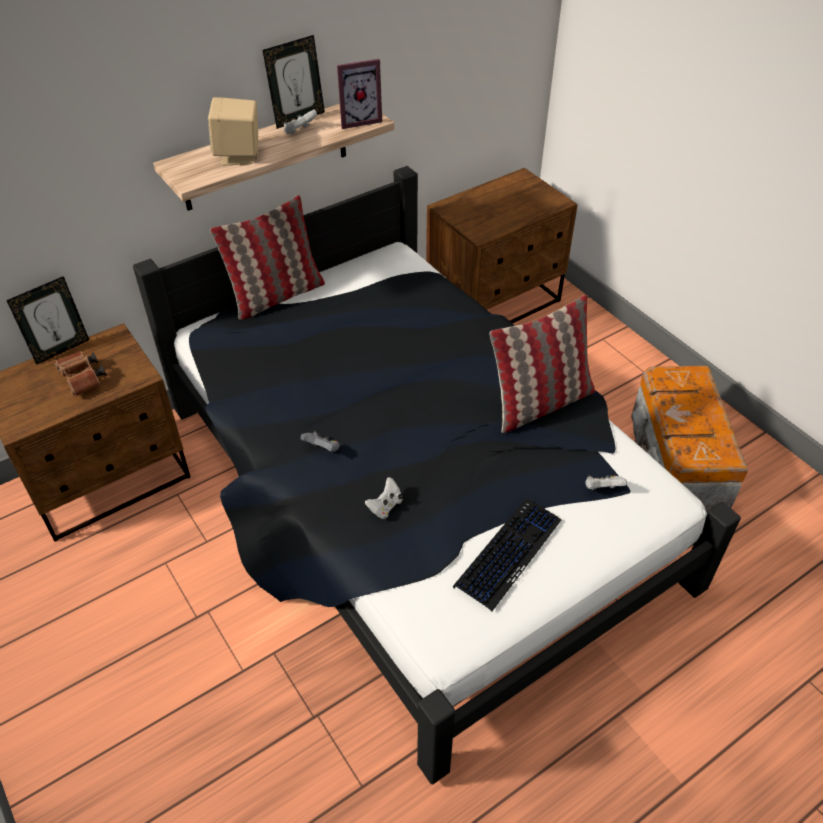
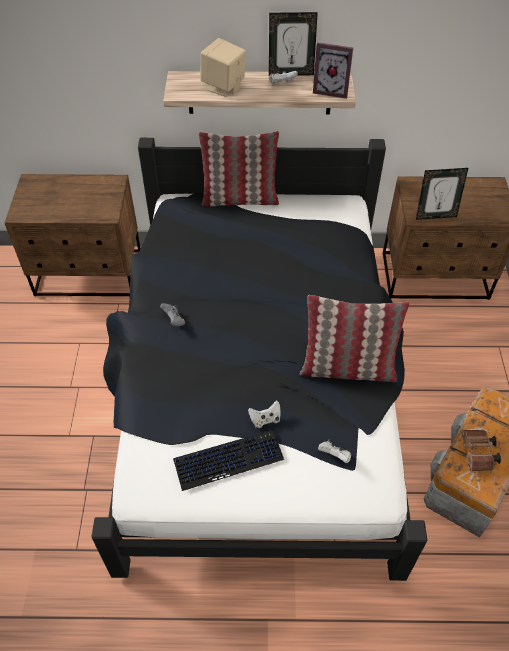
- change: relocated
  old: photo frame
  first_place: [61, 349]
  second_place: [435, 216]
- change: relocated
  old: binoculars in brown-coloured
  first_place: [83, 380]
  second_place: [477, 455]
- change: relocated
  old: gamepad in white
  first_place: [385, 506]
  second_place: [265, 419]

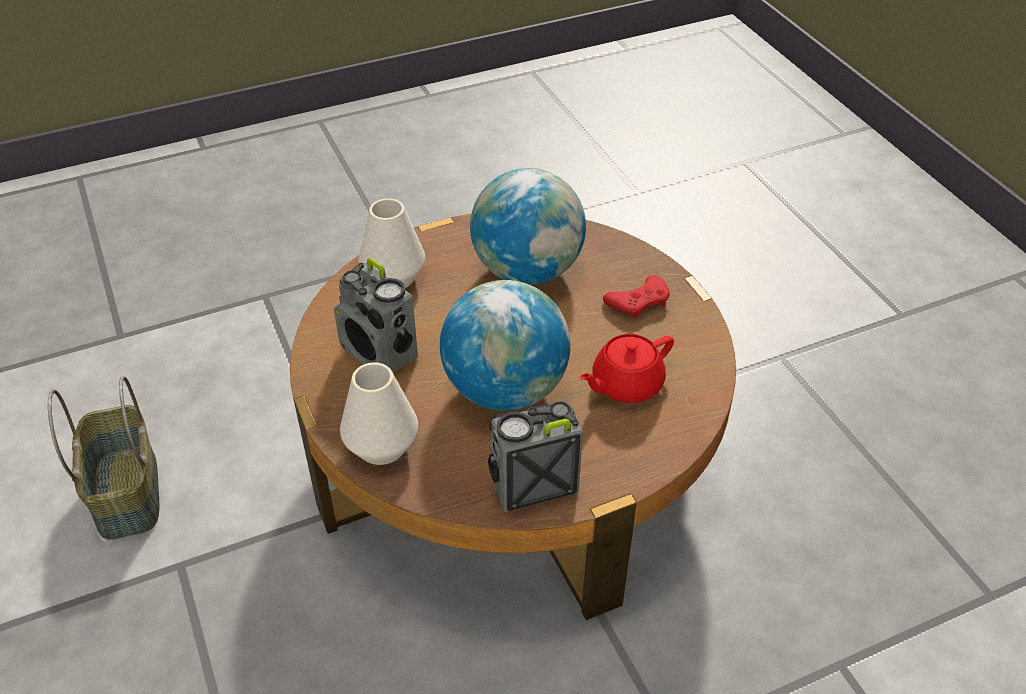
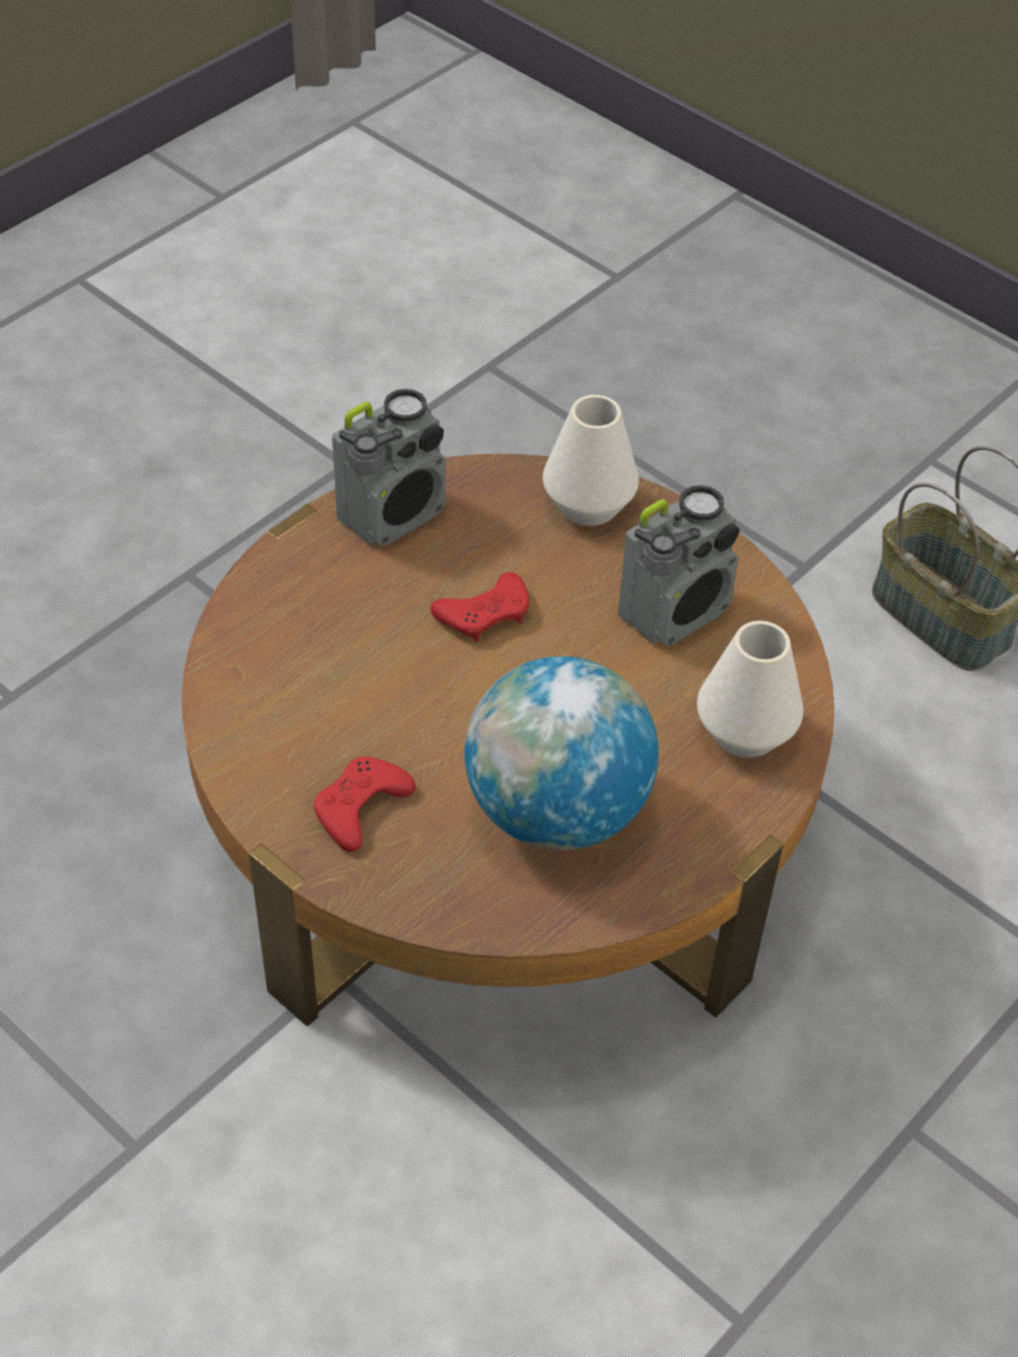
- change: spun
  old: radio receiver
  first_place: [379, 353]
  second_place: [675, 611]
  degrees: 120
- change: exchanged
  old: desk globe
  new: gamepad in reddish
  first_place: [505, 389]
  second_place: [485, 613]
- change: missing
  old: tea pot in reddish
  first_place: [625, 384]

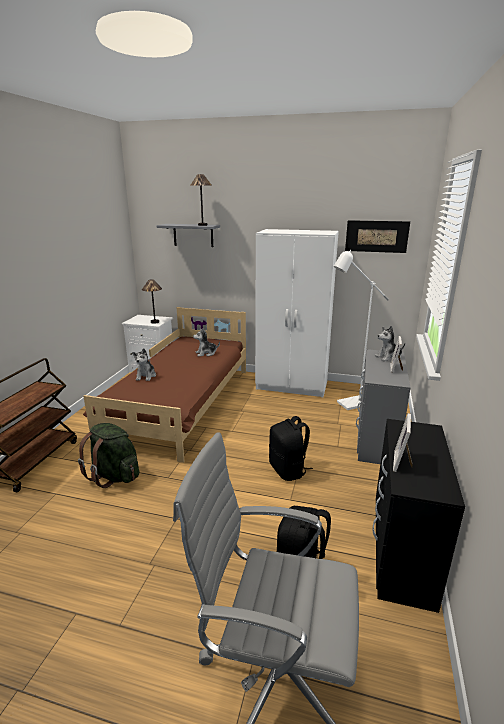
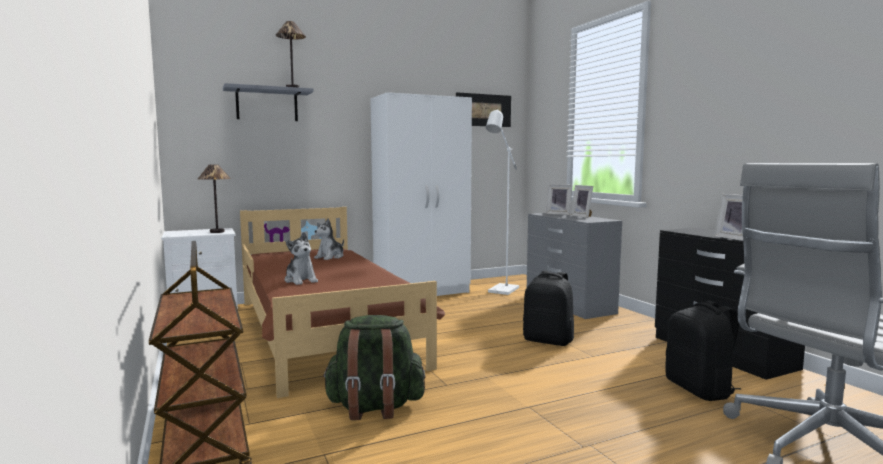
- change: exchanged
  old: soft toy
  new: photo frame
  first_place: [389, 357]
  second_place: [559, 214]

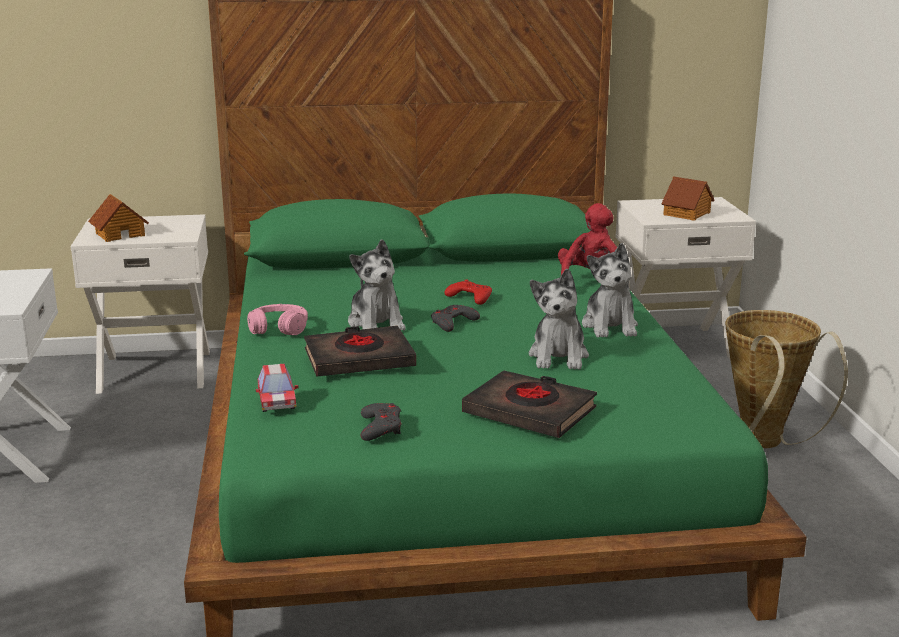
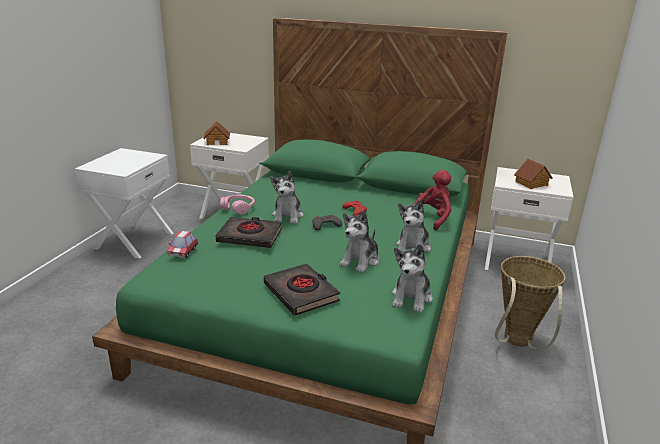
- change: missing
  old: gamepad in grey
  first_place: [380, 427]
- change: appeared
  new: soft toy
  second_place: [411, 298]

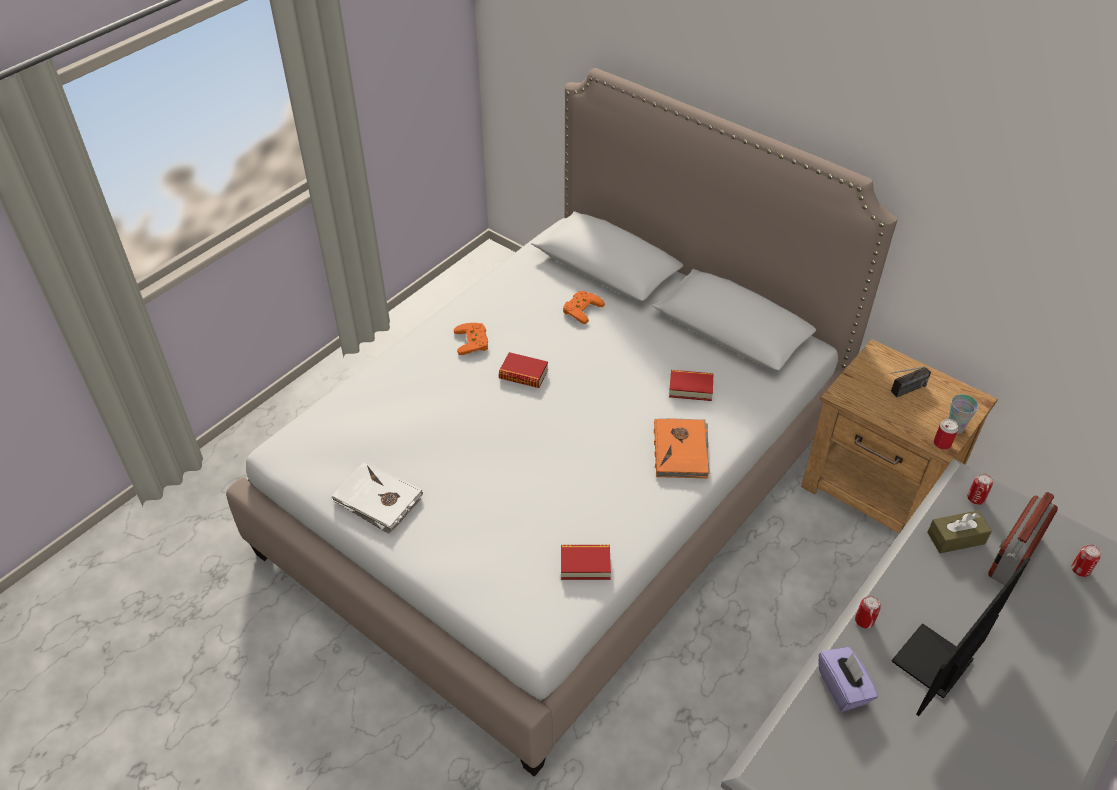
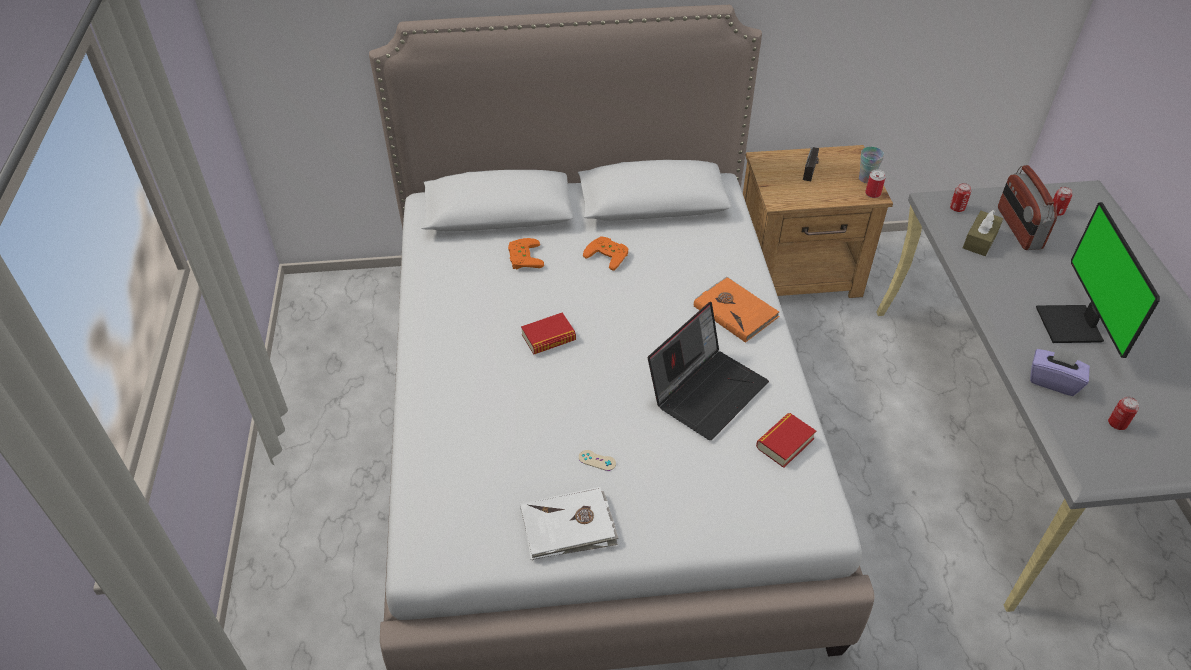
- change: relocated
  old: gamepad in orange-coloured
  first_place: [474, 341]
  second_place: [608, 254]
- change: missing
  old: bound book
  first_place: [690, 388]
- change: relocated
  old: can
  first_place: [864, 621]
  second_place: [1117, 424]
- change: appeared
  new: laptop
  second_place: [707, 390]
- change: appeared
  new: gamepad in beige
  second_place: [597, 460]

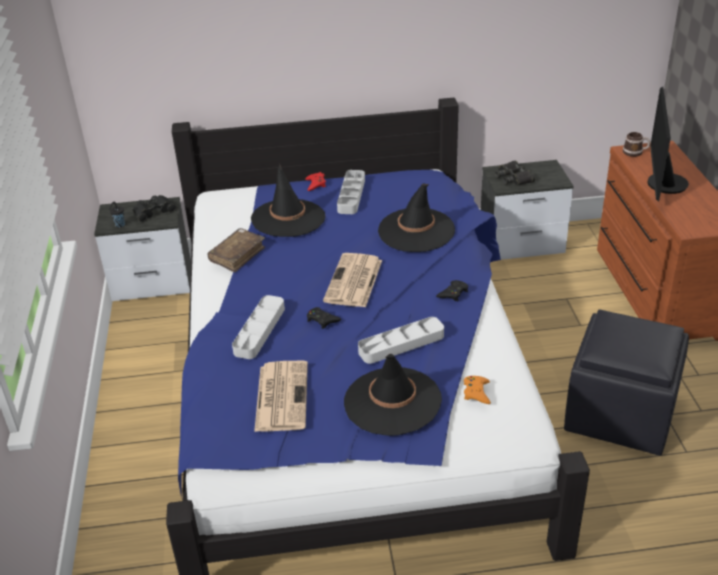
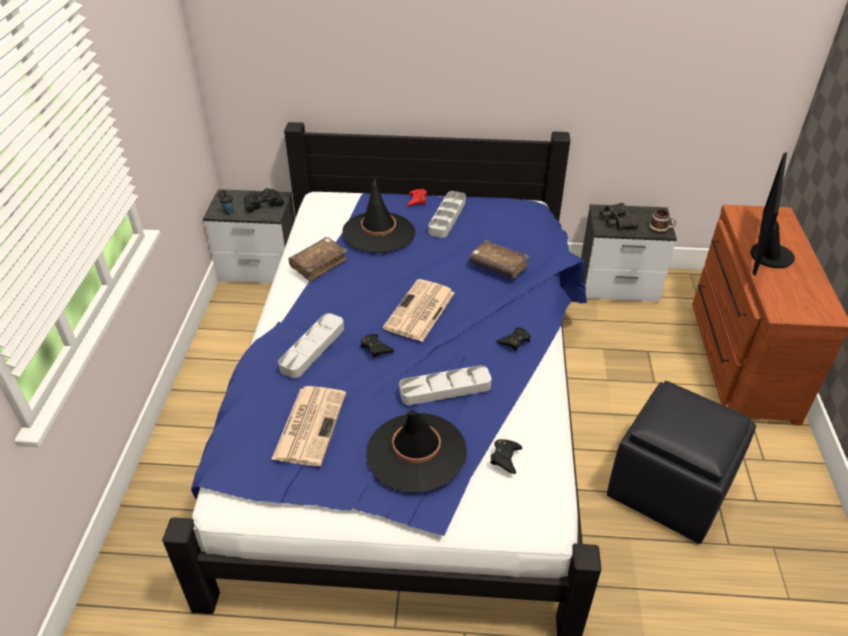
- change: relocated
  old: mug
  first_place: [635, 152]
  second_place: [661, 229]
- change: exchanged
  old: wearable hat in black-coloured
  new: bound book in brown-coloured
  first_place: [416, 231]
  second_place: [498, 266]
- change: colour
  old: gamepad in orange-coloured
  new: gamepad in black-coloured
  first_place: [476, 392]
  second_place: [505, 458]

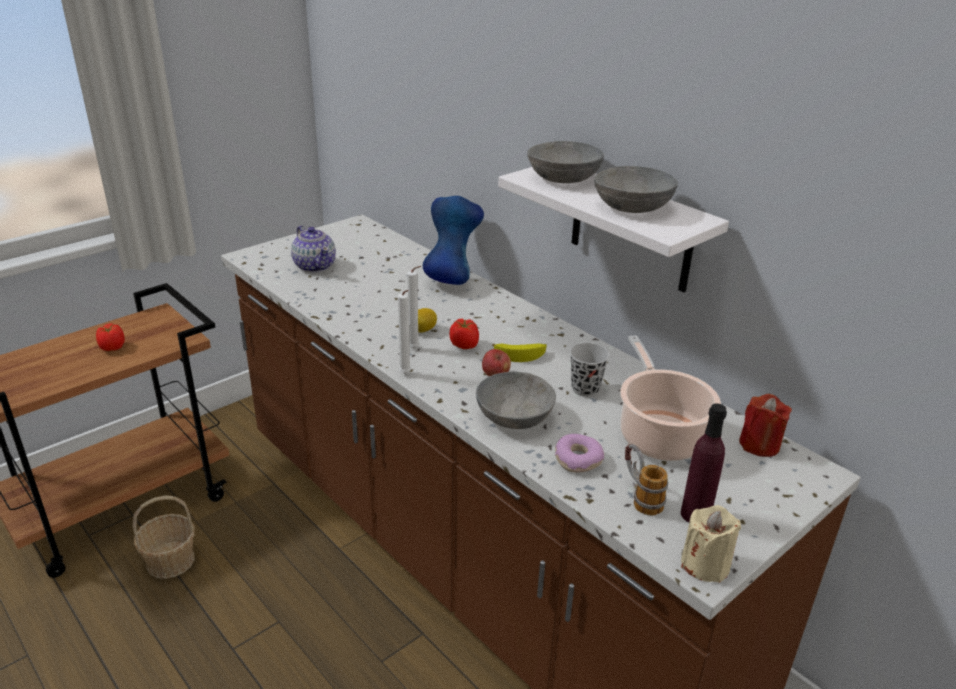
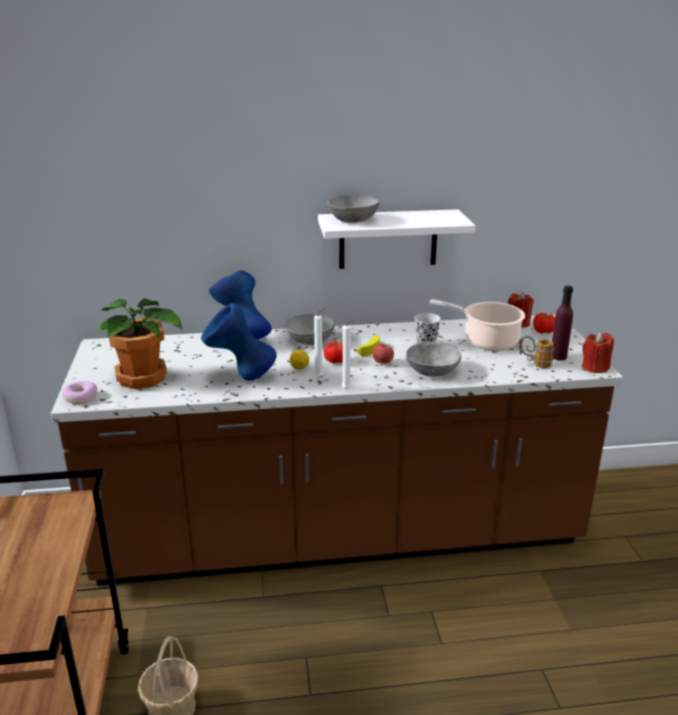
- change: relocated
  old: serving bowl in grey
  first_place: [633, 207]
  second_place: [311, 340]
- change: exchanged
  old: tea pot
  new: houseplant
  first_place: [315, 266]
  second_place: [143, 379]
- change: relocated
  old: whole tomato
  first_place: [112, 347]
  second_place: [543, 332]
- change: relocated
  old: doughnut
  first_place: [578, 459]
  second_place: [80, 397]
- change: colour
  old: wax candle in beige
  new: wax candle in reddish
  first_place: [705, 564]
  second_place: [595, 367]
- change: appeared
  new: decorative vase in bluish
  second_place: [240, 378]

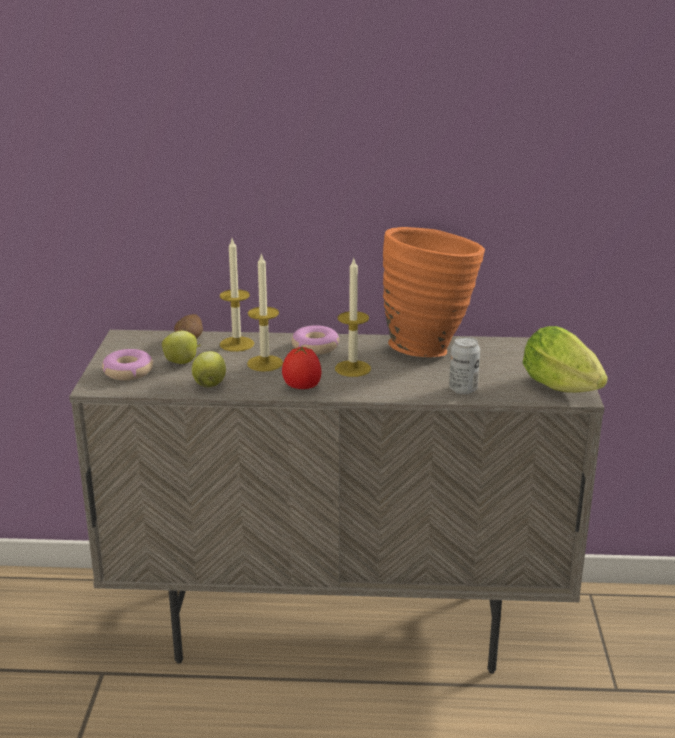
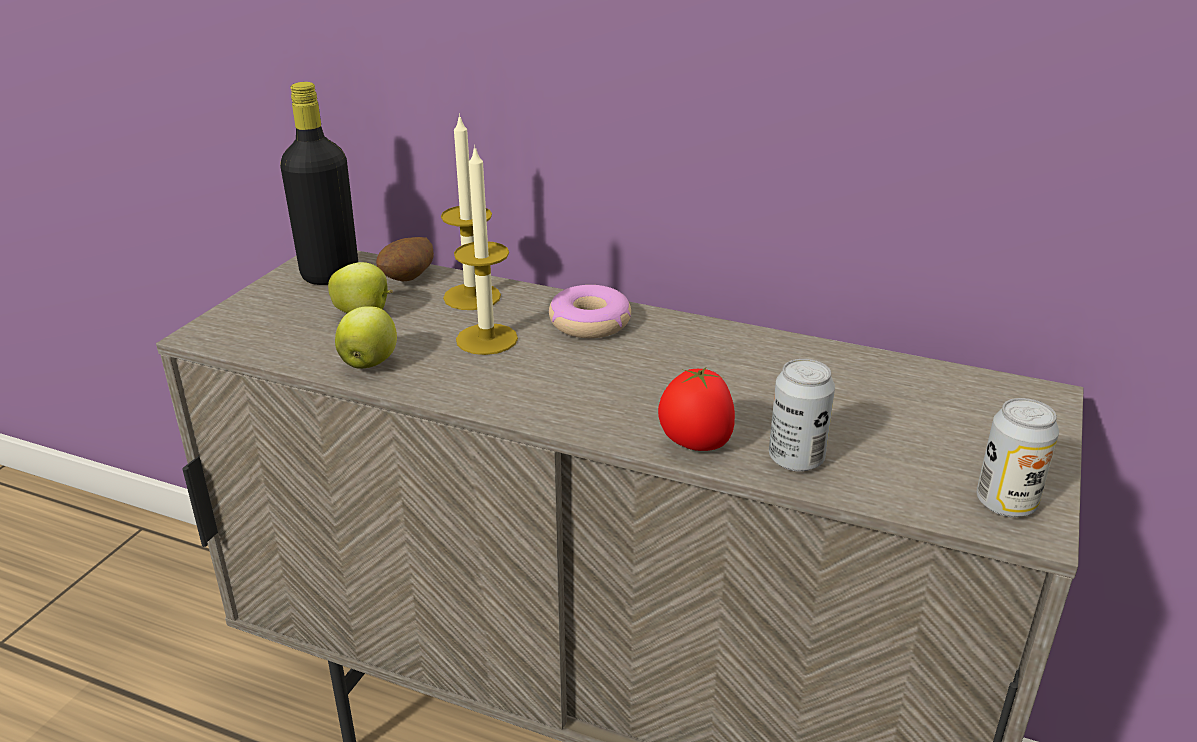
- change: missing
  old: decorative vase in orange-coloured
  first_place: [429, 347]
- change: missing
  old: wax candle
  first_place: [352, 368]
- change: exchanged
  old: lettuce
  new: can
  first_place: [565, 390]
  second_place: [1006, 503]
- change: relocated
  old: whole tomato
  first_place: [302, 388]
  second_place: [694, 445]
- change: missing
  old: doughnut
  first_place: [128, 372]
- change: appeared
  new: beverage bottle in black-coloured
  second_place: [330, 275]

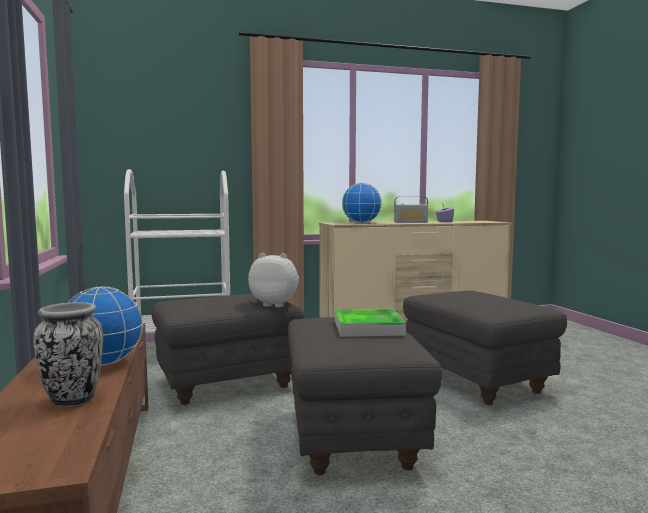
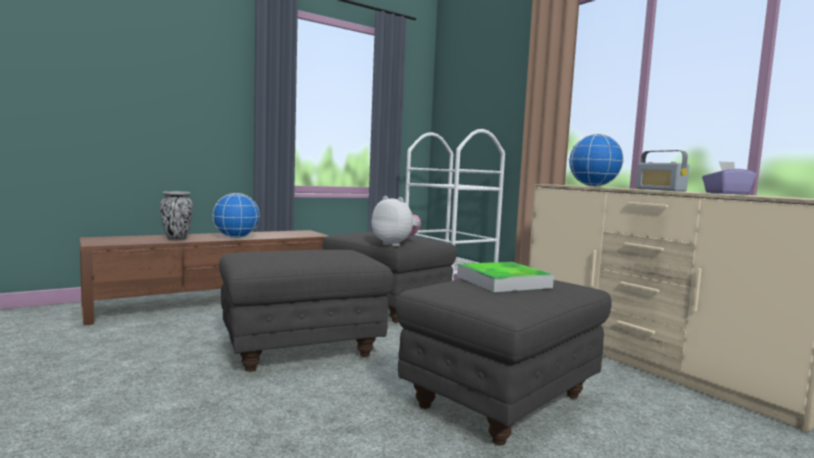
- change: spun
  old: soft toy
  first_place: [275, 304]
  second_place: [395, 244]
  degrees: -45
- change: relocated
  old: carrying tray
  first_place: [368, 327]
  second_place: [503, 282]

